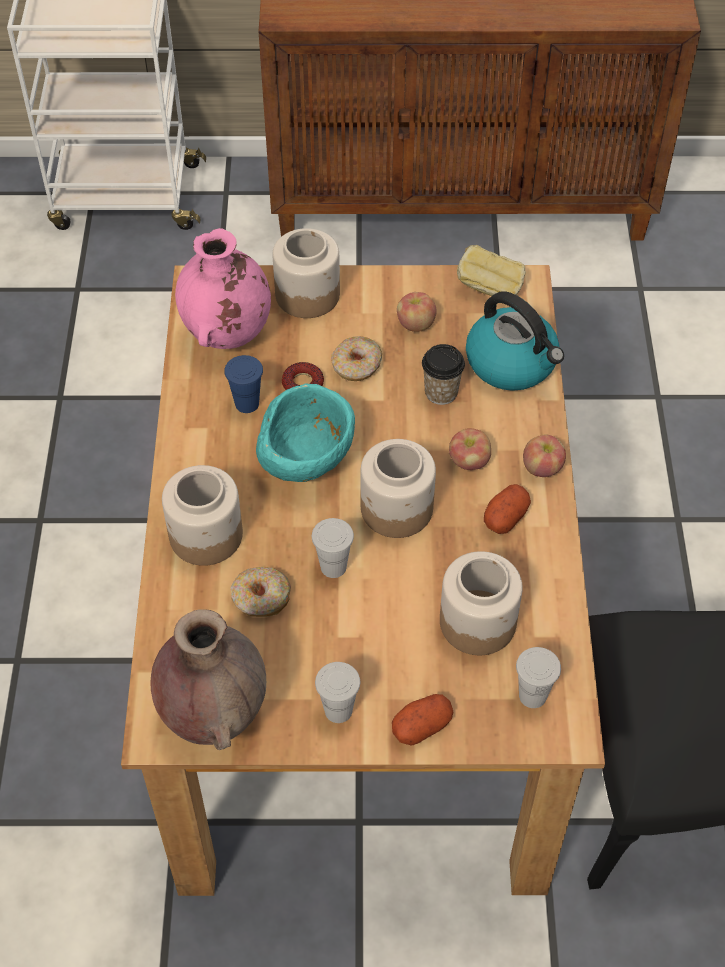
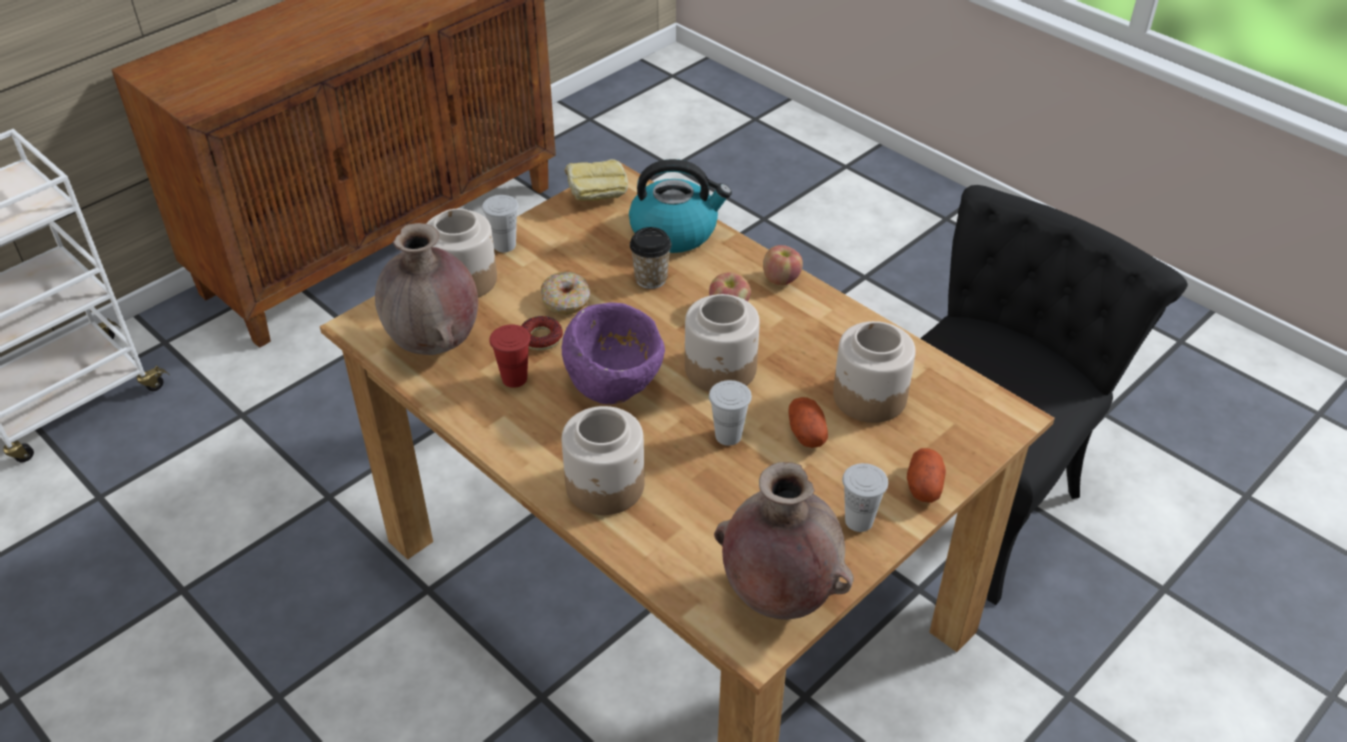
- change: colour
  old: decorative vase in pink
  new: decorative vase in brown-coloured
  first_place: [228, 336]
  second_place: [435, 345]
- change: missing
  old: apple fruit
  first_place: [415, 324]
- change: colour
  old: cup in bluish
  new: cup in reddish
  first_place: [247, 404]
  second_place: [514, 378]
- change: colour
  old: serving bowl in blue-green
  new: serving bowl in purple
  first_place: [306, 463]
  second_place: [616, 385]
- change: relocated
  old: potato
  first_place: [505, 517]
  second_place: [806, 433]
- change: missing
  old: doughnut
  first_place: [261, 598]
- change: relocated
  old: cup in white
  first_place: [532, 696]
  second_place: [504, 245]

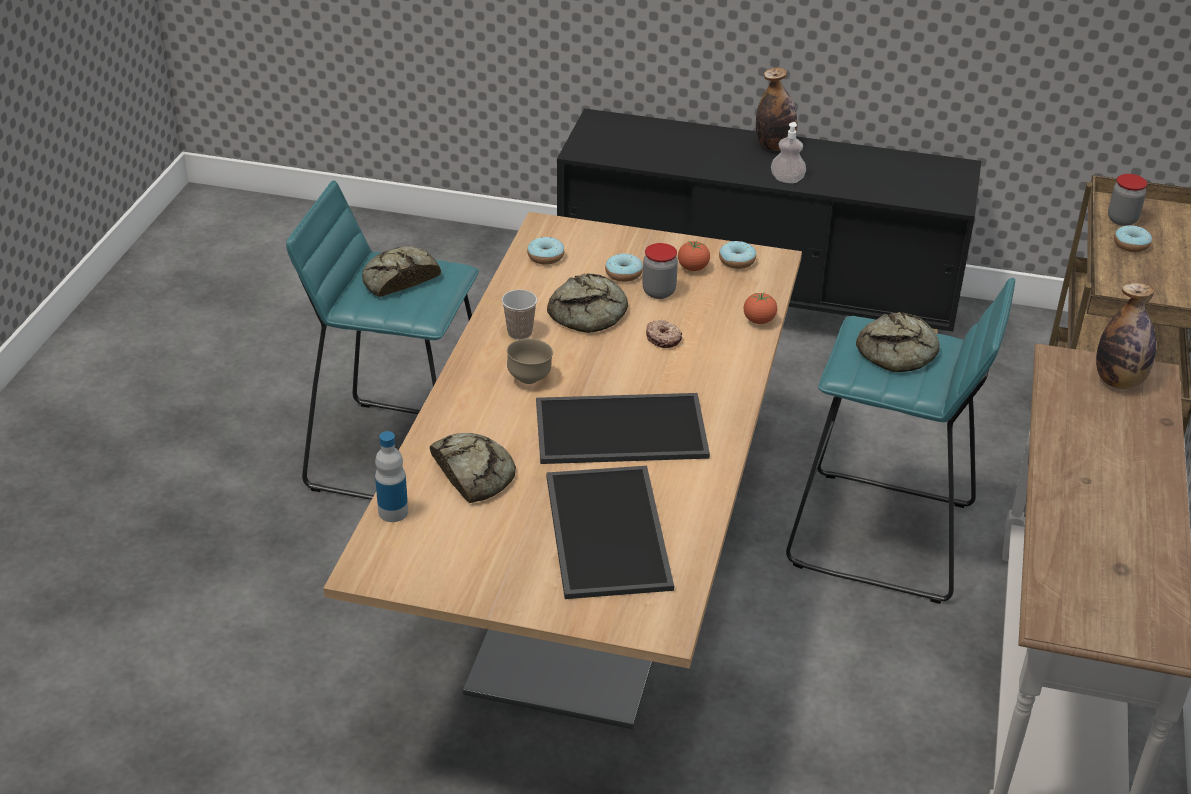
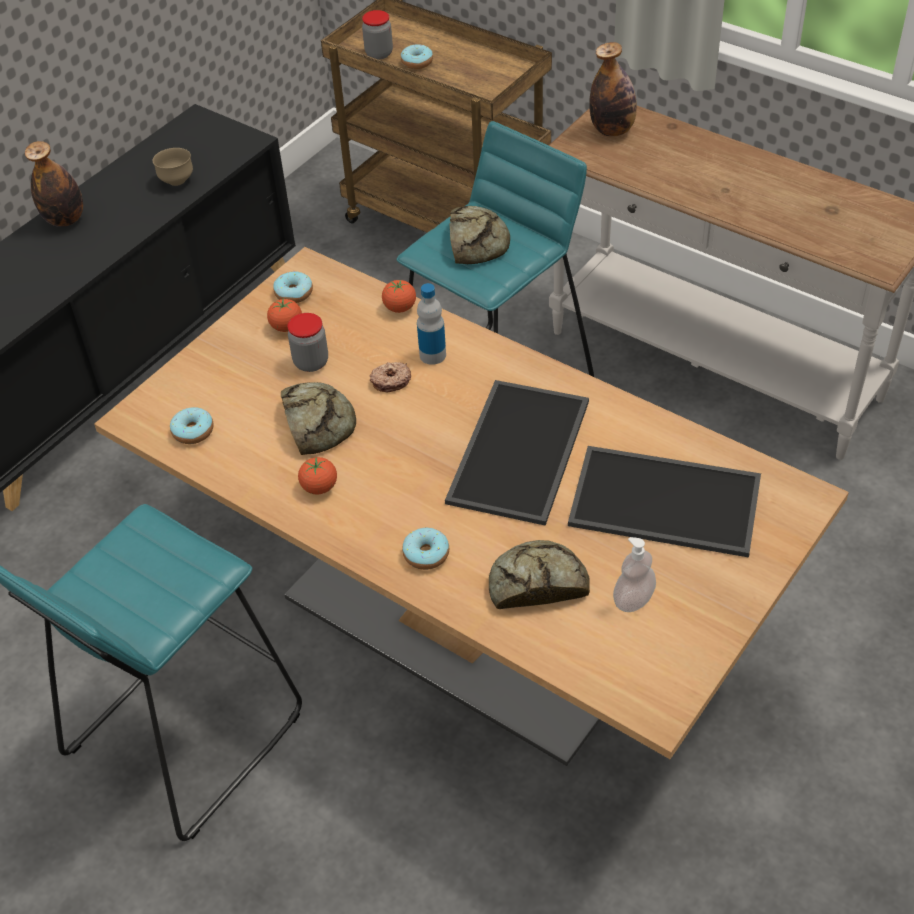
- change: relocated
  old: soap dispenser
  first_place: [787, 179]
  second_place: [633, 599]
- change: missing
  old: bread
  first_place: [398, 279]
- change: relocated
  old: doughnut
  first_place: [623, 274]
  second_place: [426, 554]
- change: exchanged
  old: cup
  new: whole tomato
  first_place: [520, 333]
  second_place: [319, 487]
- change: relocated
  old: serving bowl in brown-coloured
  first_place: [530, 379]
  second_place: [177, 181]
- change: relocated
  old: beverage bottle
  first_place: [393, 512]
  second_place: [432, 355]

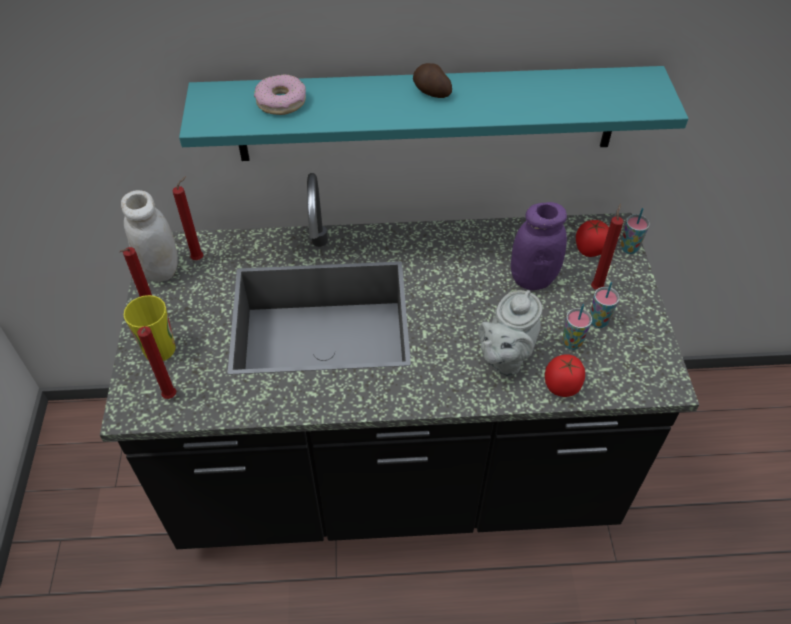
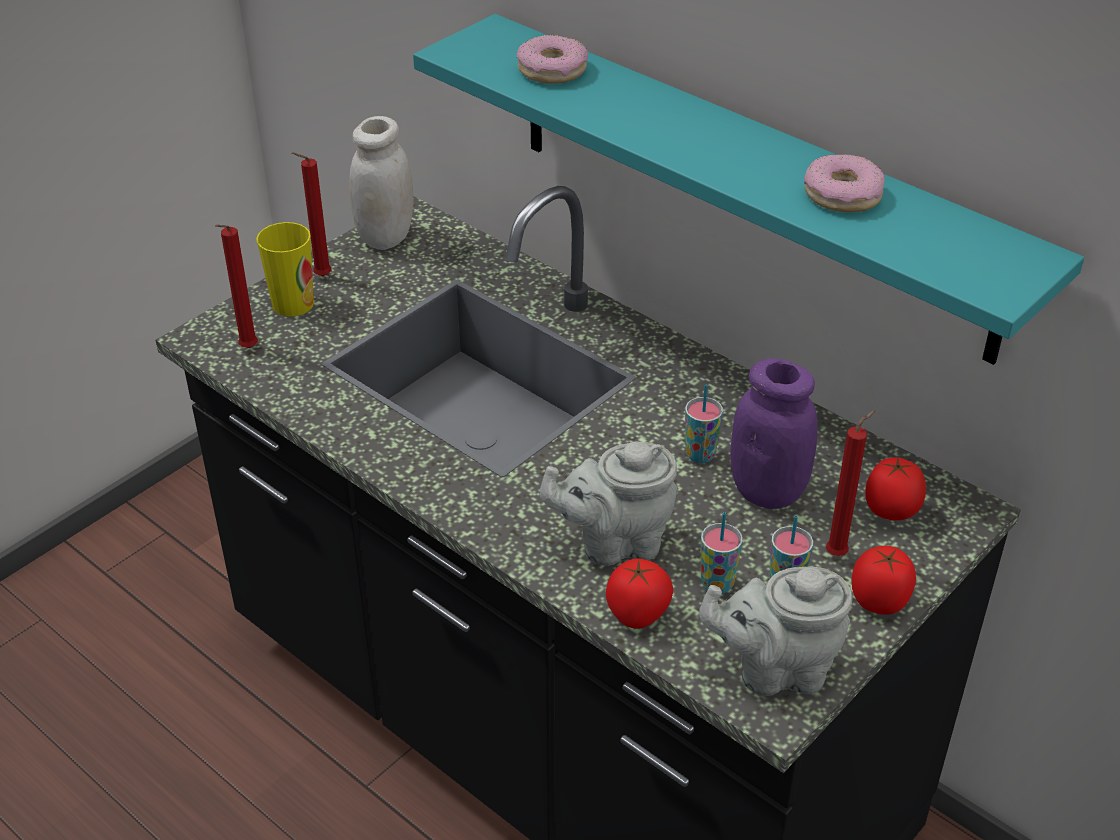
- change: missing
  old: potato
  first_place: [431, 92]
- change: missing
  old: wax candle in reddish
  first_place: [200, 258]
- change: relocated
  old: cup
  first_place: [629, 248]
  second_place: [700, 455]
- change: appeared
  new: doughnut
  second_place: [843, 195]
- change: appeared
  new: whole tomato
  second_place: [879, 601]
- change: appeared
  new: tea pot in grey
  second_place: [775, 669]

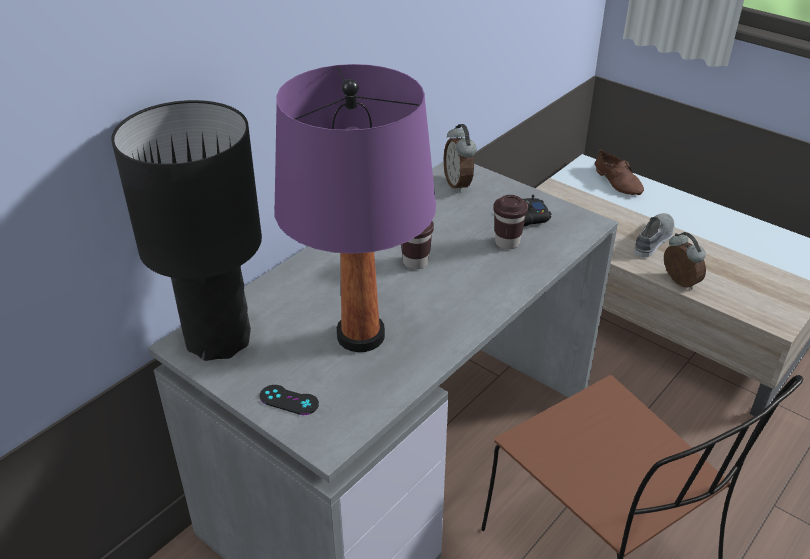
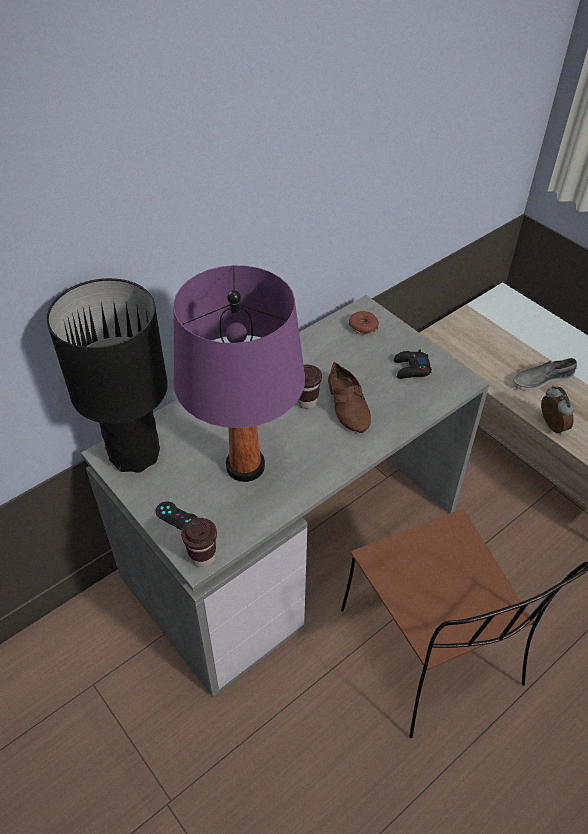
- change: exchanged
  old: alarm clock
  new: doughnut
  first_place: [459, 184]
  second_place: [363, 326]
- change: relocated
  old: item of footwear in brown-coloured
  first_place: [618, 181]
  second_place: [349, 405]
- change: relocated
  old: cup in brown-coloured
  first_place: [507, 243]
  second_place: [202, 557]
- change: spun
  old: item of footwear in grey
  first_place: [654, 239]
  second_place: [542, 379]
  degrees: -150

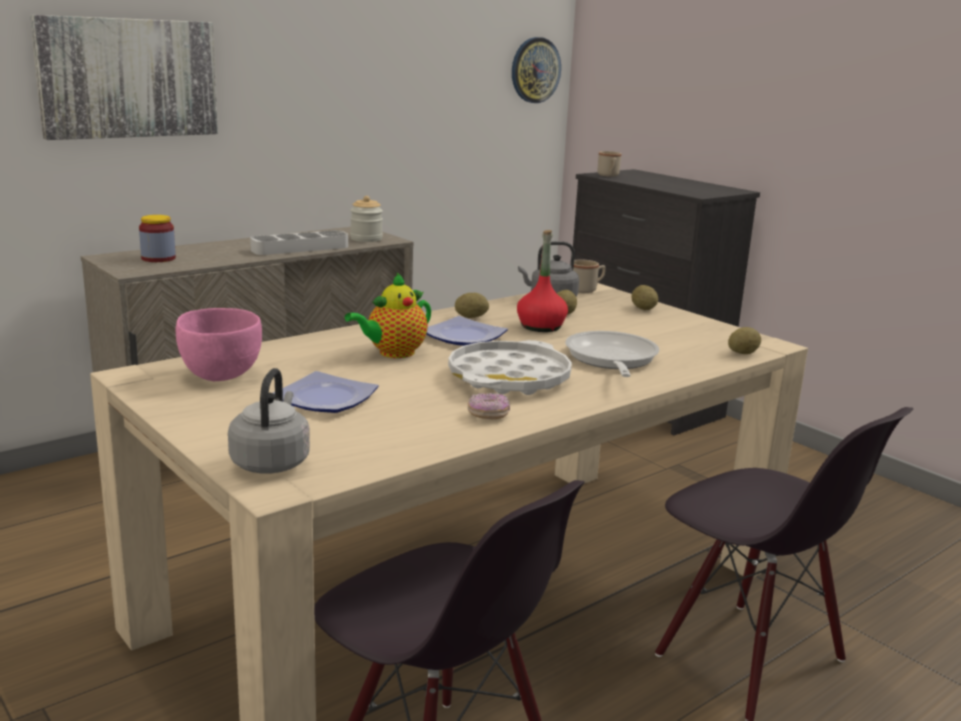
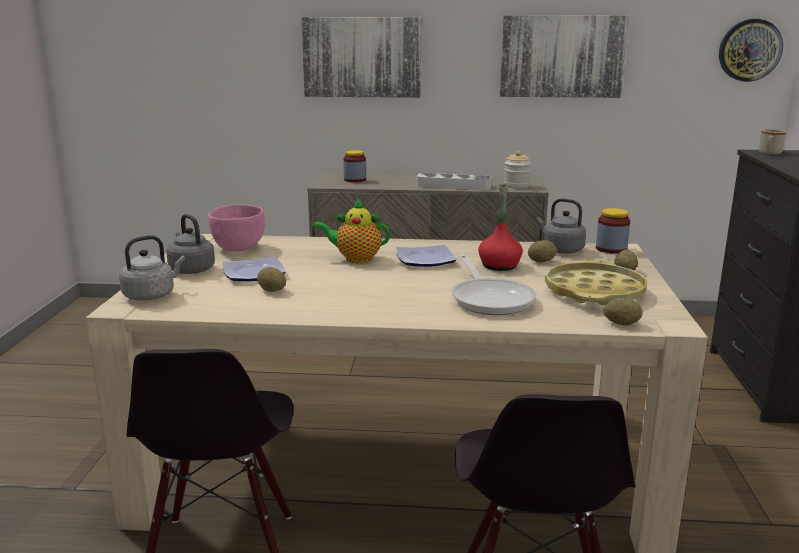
- change: exchanged
  old: mug in beige
  new: storage jar
  first_place: [586, 290]
  second_place: [611, 249]
- change: relocated
  old: potato
  first_place: [471, 317]
  second_place: [272, 291]
- change: spun
  old: skillet
  first_place: [611, 360]
  second_place: [490, 299]
  degrees: 120
- change: missing
  old: carrying tray in white
  first_place: [509, 378]
- change: missing
  old: doughnut
  first_place: [488, 415]
- change: appeared
  new: picture
  second_place: [562, 56]
- change: appeared
  new: kettle in grey
  second_place: [191, 269]
- change: appeared
  new: carrying tray in yellow-coloured
  second_place: [594, 292]

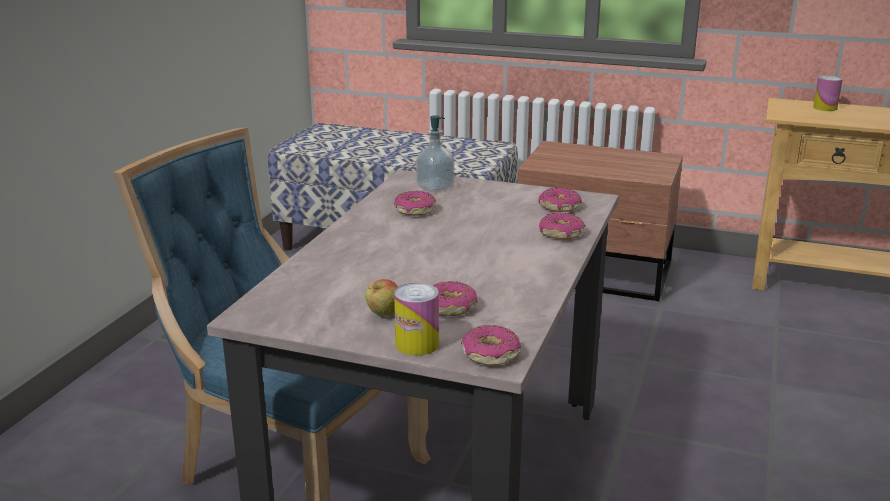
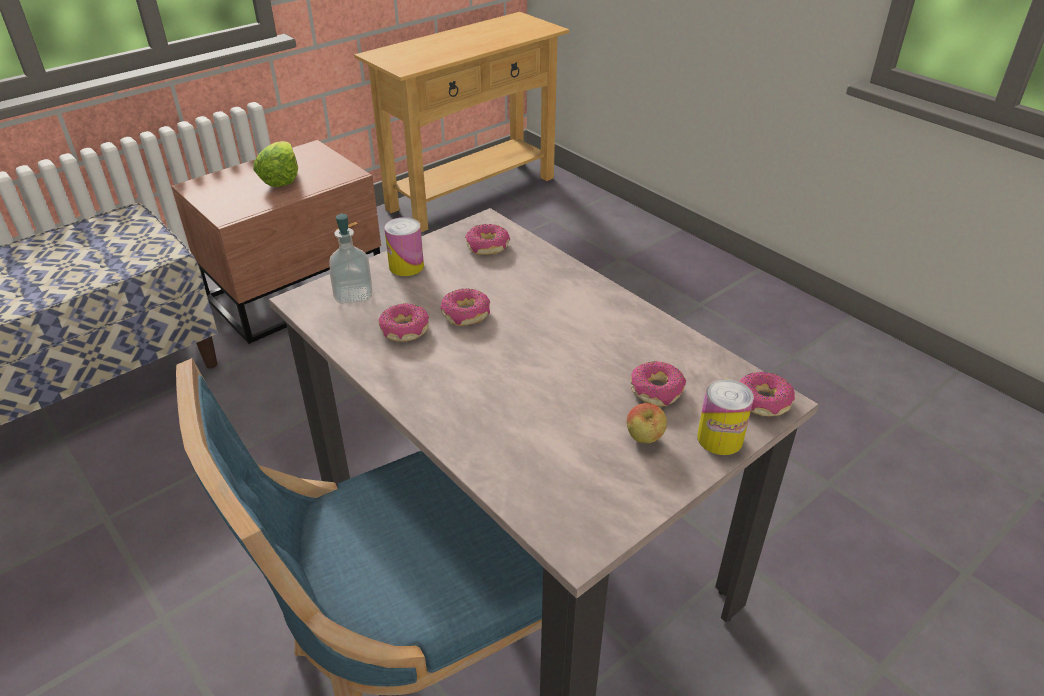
- change: relocated
  old: can
  first_place: [825, 108]
  second_place: [406, 266]
- change: relocated
  old: doughnut
  first_place: [561, 234]
  second_place: [466, 314]
- change: appeared
  new: lettuce
  second_place: [280, 178]

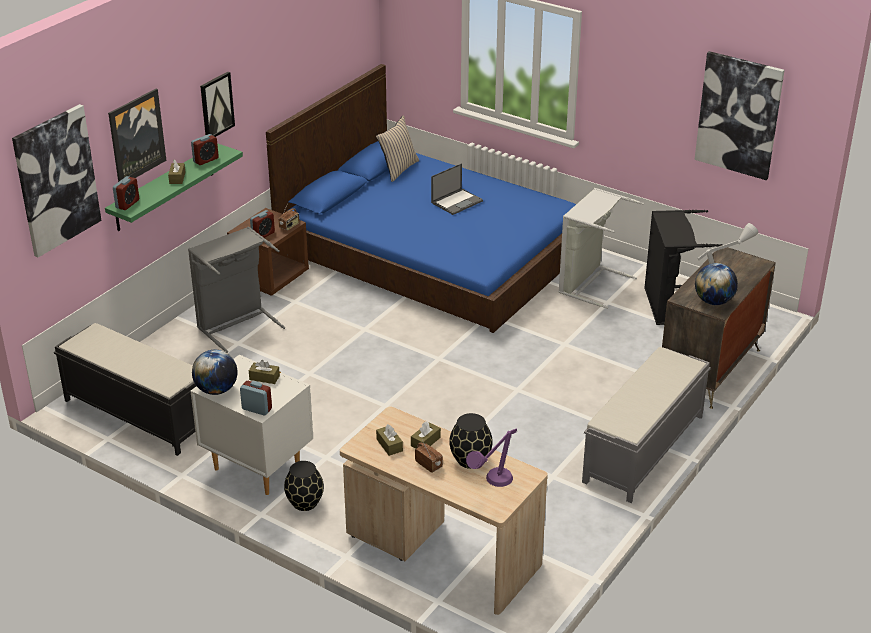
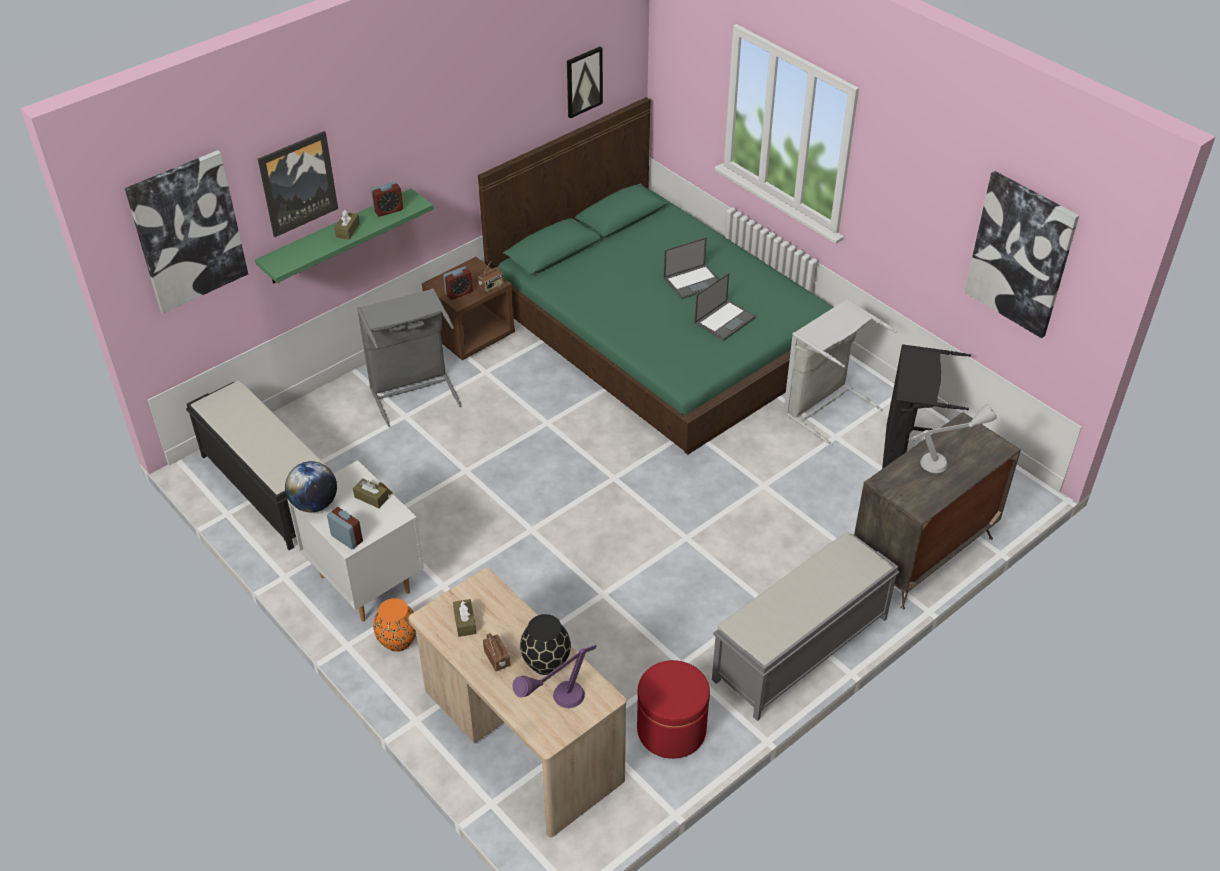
- change: colour
  old: sleeping bed in bluish
  new: sleeping bed in green
  first_place: [432, 249]
  second_place: [662, 328]
- change: relocated
  old: picture
  first_place: [216, 105]
  second_place: [583, 81]
- change: missing
  old: throw pillow in beige
  first_place: [398, 169]
- change: missing
  old: alarm clock
  first_place: [127, 204]
- change: missing
  old: desk globe
  first_place: [713, 301]
- change: missing
  old: box of tissues in brown-coloured
  first_place: [425, 442]
- change: colour
  old: decorative vase in black-coloured
  new: decorative vase in orange-coloured
  first_place: [304, 503]
  second_place: [397, 640]
- change: appeared
  new: laptop
  second_place: [725, 320]
- change: appeared
  new: pouffe in reddish
  second_place: [671, 730]

